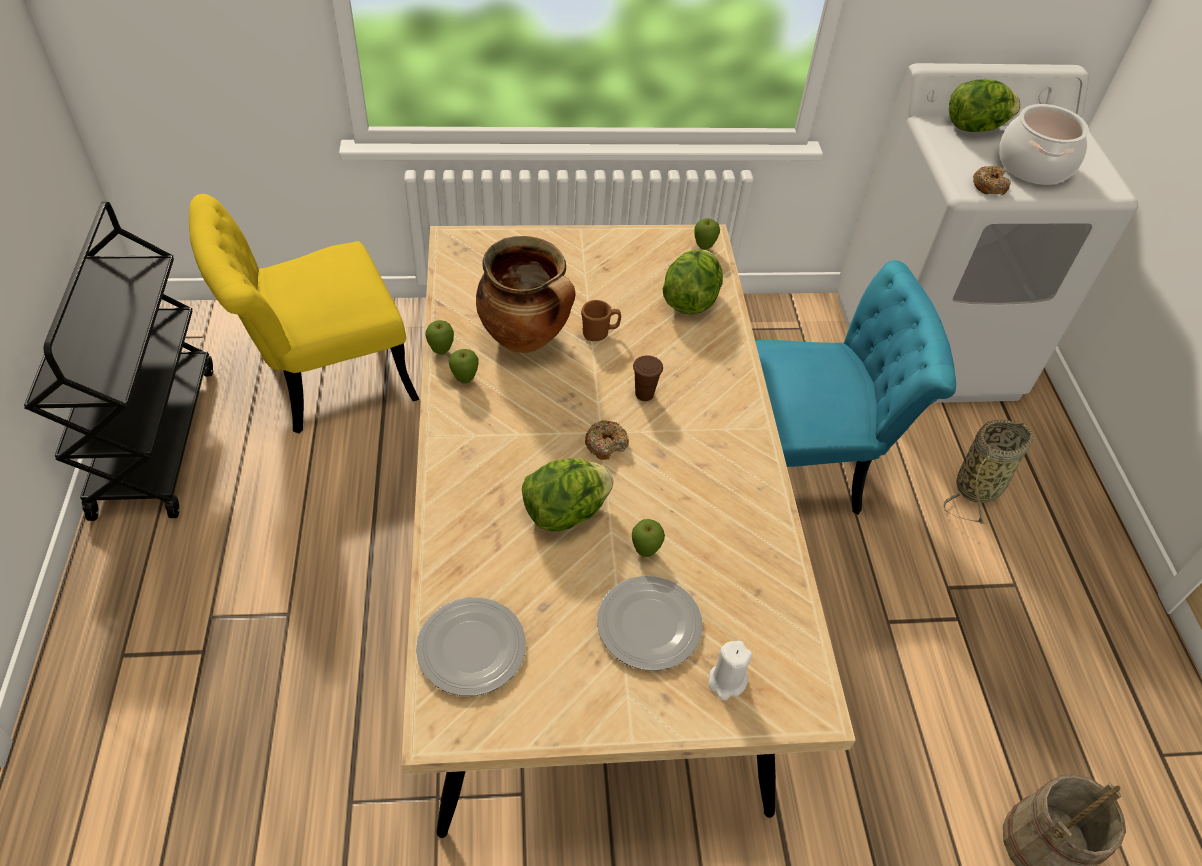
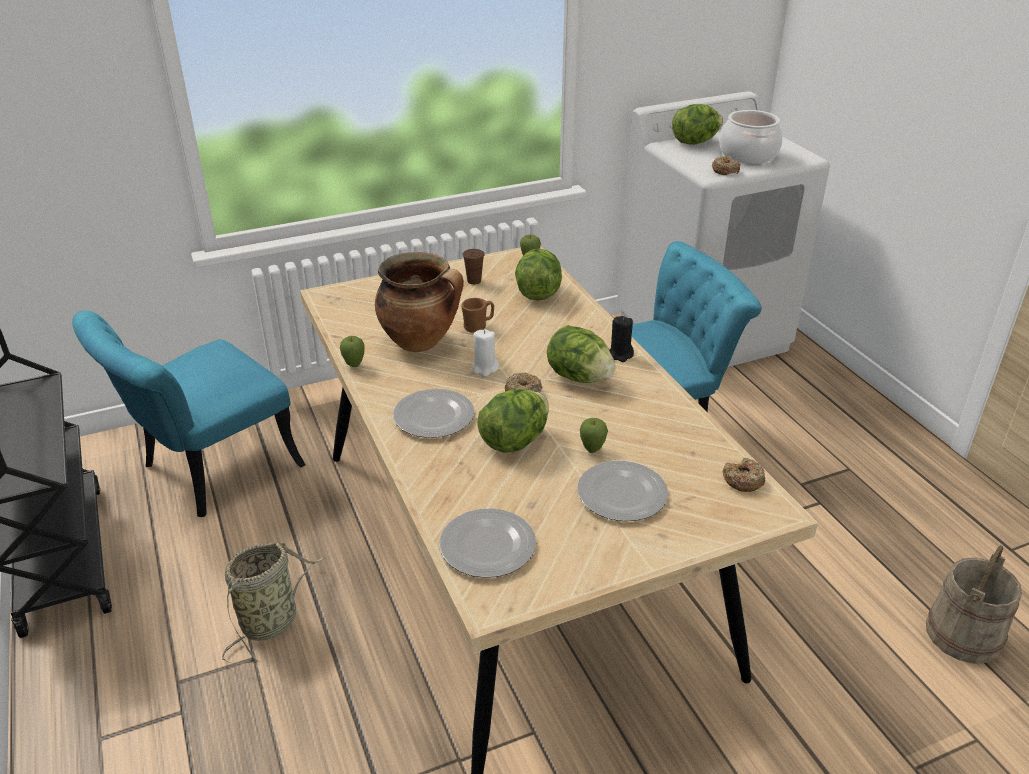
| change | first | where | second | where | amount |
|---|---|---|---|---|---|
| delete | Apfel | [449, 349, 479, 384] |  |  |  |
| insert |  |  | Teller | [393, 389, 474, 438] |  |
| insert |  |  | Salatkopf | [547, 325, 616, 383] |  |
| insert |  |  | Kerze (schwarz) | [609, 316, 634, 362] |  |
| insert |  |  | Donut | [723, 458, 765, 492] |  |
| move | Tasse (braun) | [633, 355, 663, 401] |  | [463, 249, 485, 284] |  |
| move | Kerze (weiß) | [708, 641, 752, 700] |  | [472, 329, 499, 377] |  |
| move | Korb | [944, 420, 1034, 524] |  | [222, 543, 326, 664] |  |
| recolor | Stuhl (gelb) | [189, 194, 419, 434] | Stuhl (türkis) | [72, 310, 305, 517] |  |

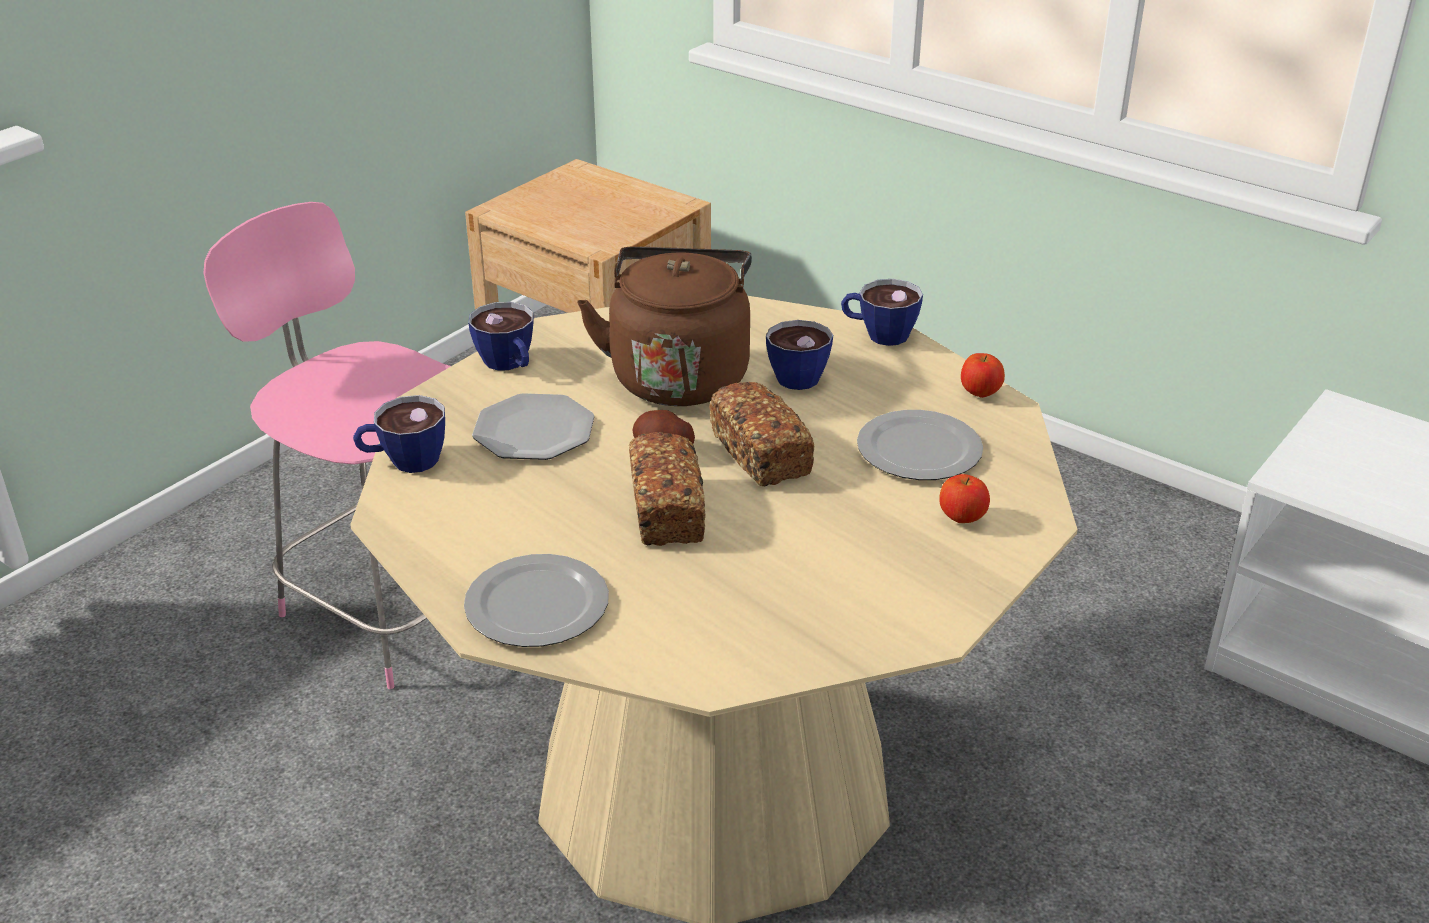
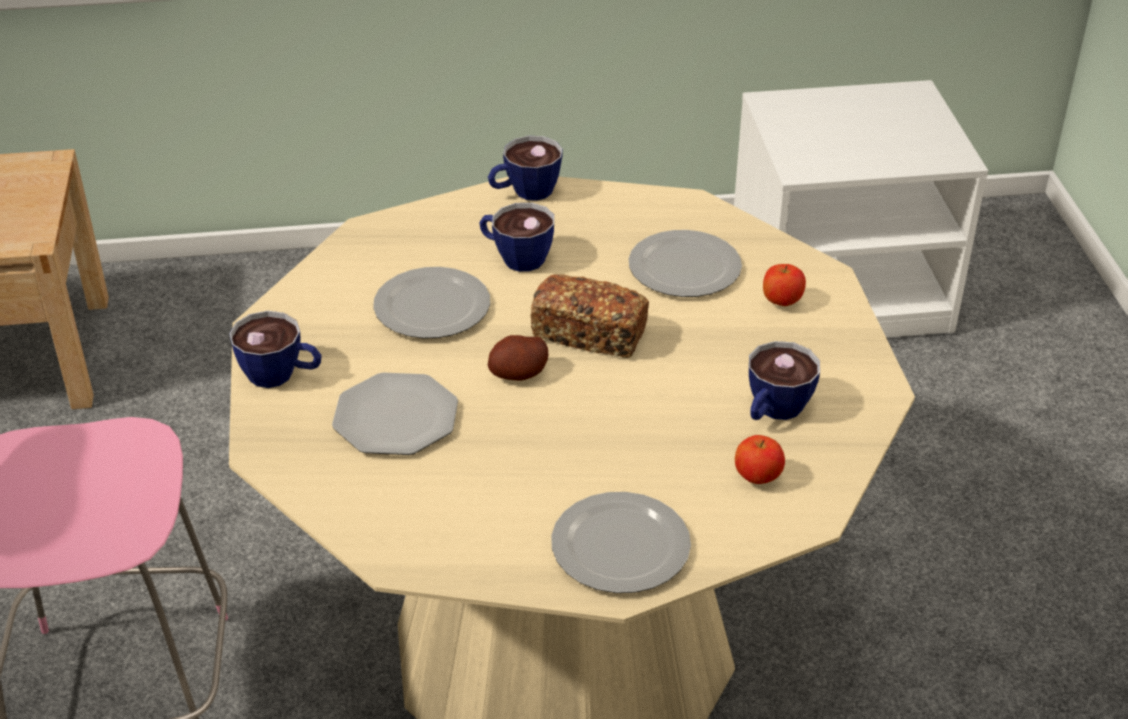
| change | first | where | second | where | amount |
|---|---|---|---|---|---|
| delete | Brot | [629, 432, 706, 546] |  |  |  |
| move | Tasse | [353, 395, 445, 473] |  | [749, 341, 820, 420] |  |
| move | Apfel | [961, 353, 1005, 398] |  | [735, 435, 785, 484] |  |
| replace | Wasserkessel (braun) | [577, 247, 752, 406] | Teller | [373, 267, 490, 339] |  |

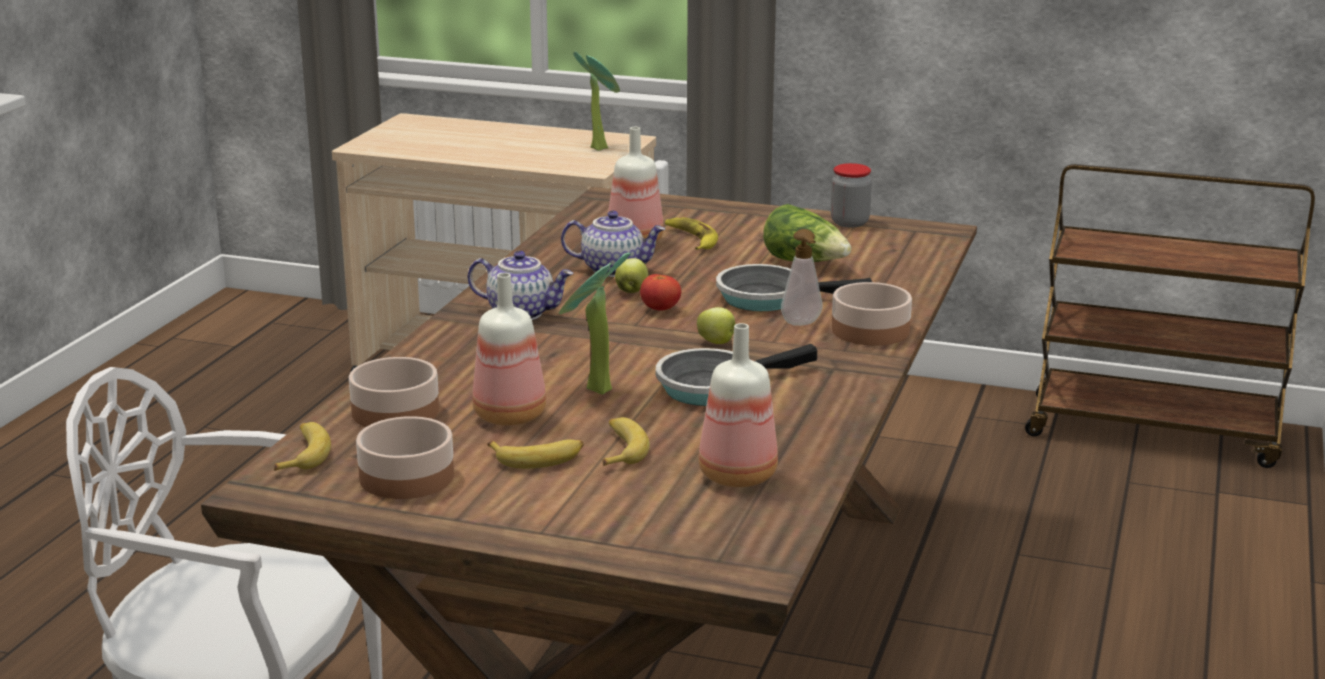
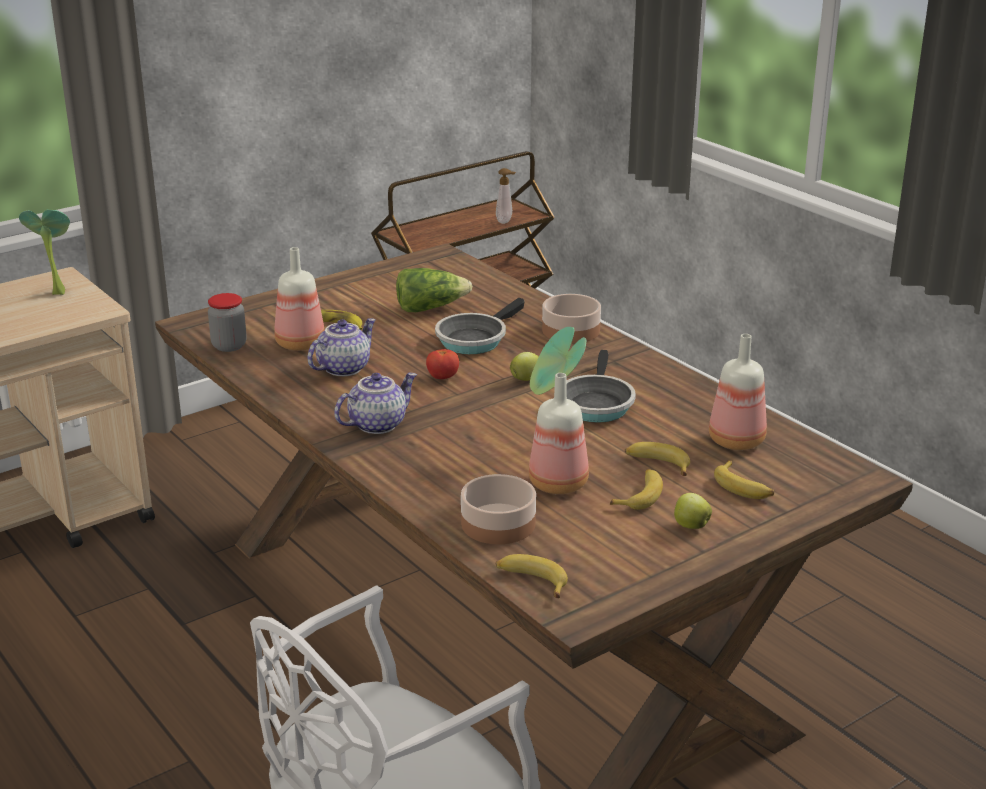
| change | first | where | second | where | amount |
|---|---|---|---|---|---|
| delete | Schüssel | [356, 416, 454, 499] |  |  |  |
| insert |  |  | Banane | [714, 460, 774, 499] |  |
| move | Apfel | [615, 258, 649, 293] |  | [674, 493, 712, 529] |  |
| move | Seifenspender | [781, 229, 822, 326] |  | [496, 168, 516, 224] |  |
| move | Vorratsglas | [831, 163, 872, 227] |  | [208, 293, 247, 352] |  |

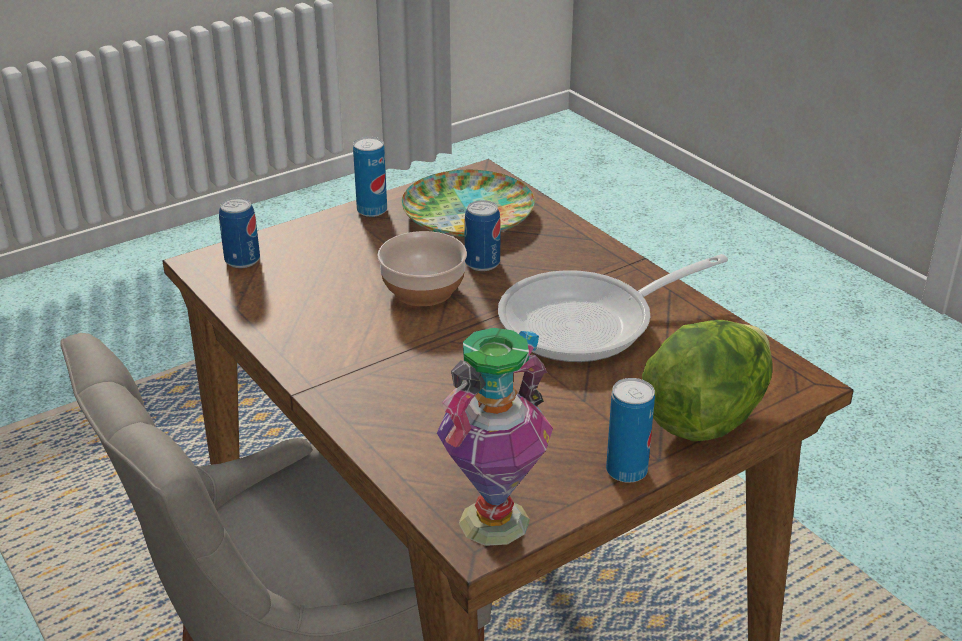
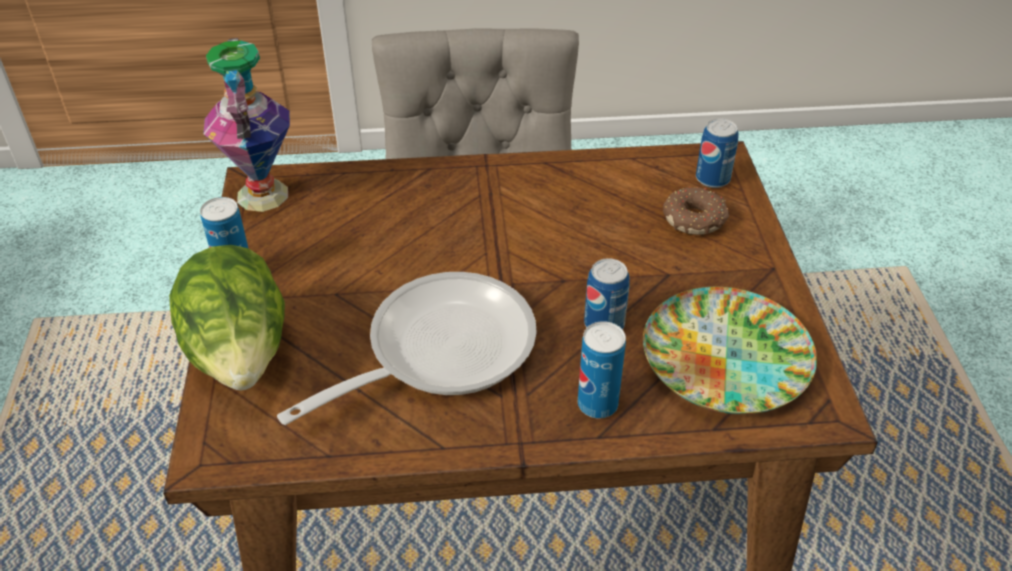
| change | first | where | second | where | amount |
|---|---|---|---|---|---|
| delete | Schüssel | [377, 231, 467, 306] |  |  |  |
| insert |  |  | Donut | [663, 187, 729, 235] |  |
| move | Dose | [353, 137, 387, 217] |  | [578, 321, 626, 418] |  |
| rotate | Pfanne | [498, 254, 728, 362] |  | [277, 272, 537, 425] | 45 degrees clockwise |

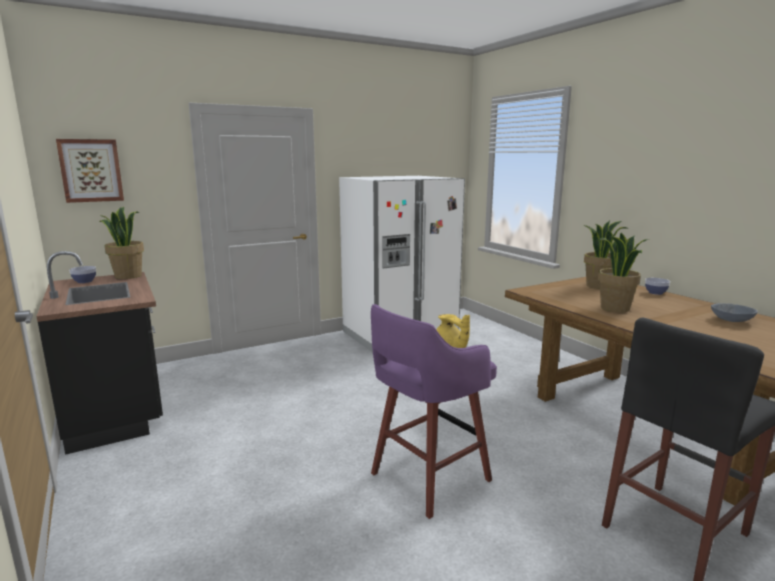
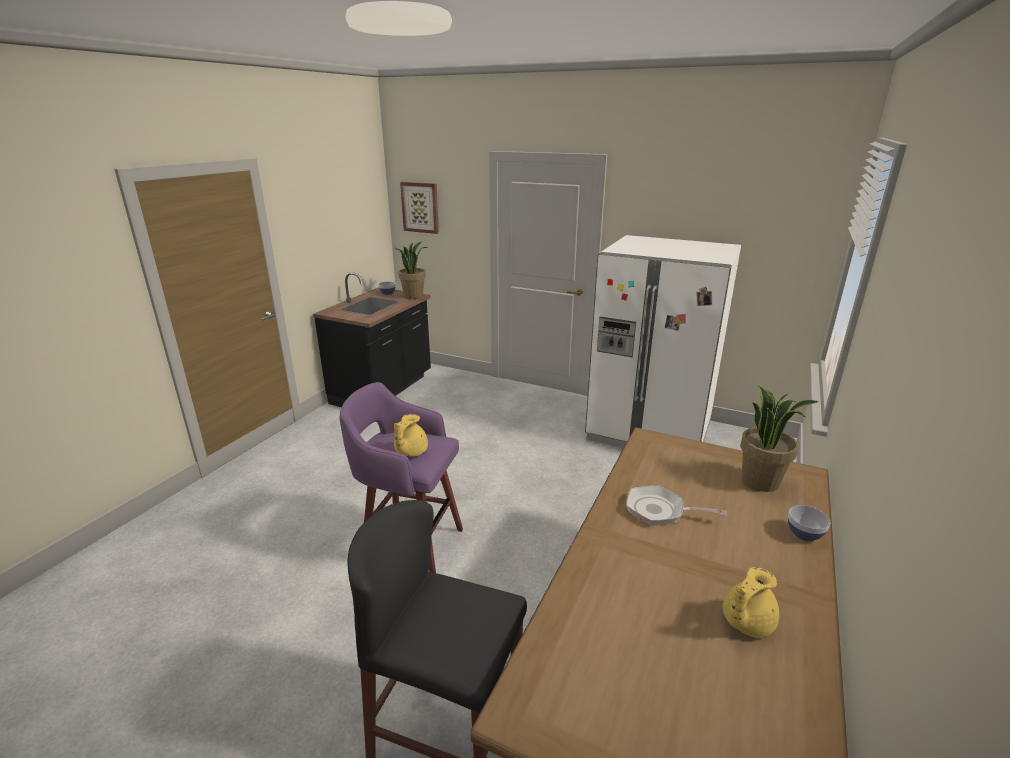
| change | first | where | second | where | amount |
|---|---|---|---|---|---|
| replace | Topfpflanze | [598, 233, 649, 313] | Pfanne | [626, 485, 727, 526] |  |
| replace | Schüssel (grau) | [711, 303, 757, 322] | Teekanne (gelb) | [723, 567, 779, 638] |  |

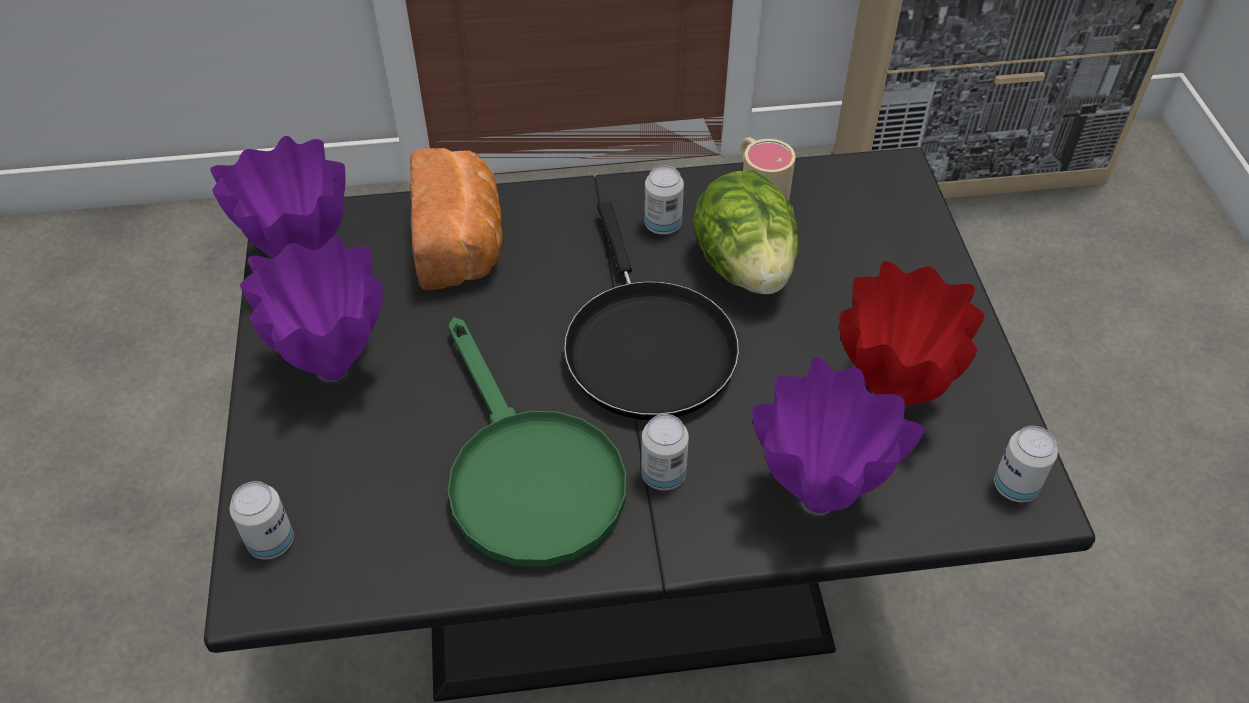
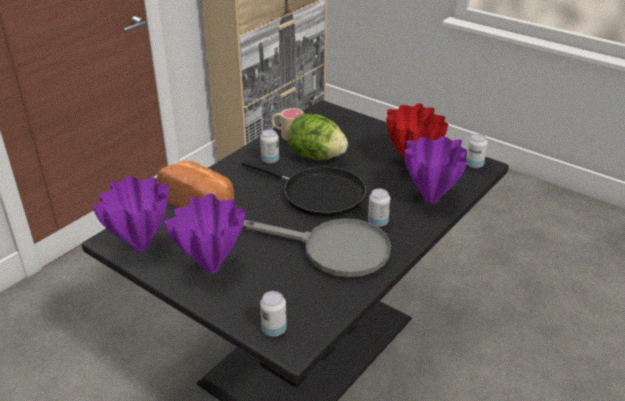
| change | first | where | second | where | amount |
|---|---|---|---|---|---|
| recolor | Pfanne (grün) | [448, 317, 626, 567] | Pfanne (grau) | [243, 218, 391, 278] |  |

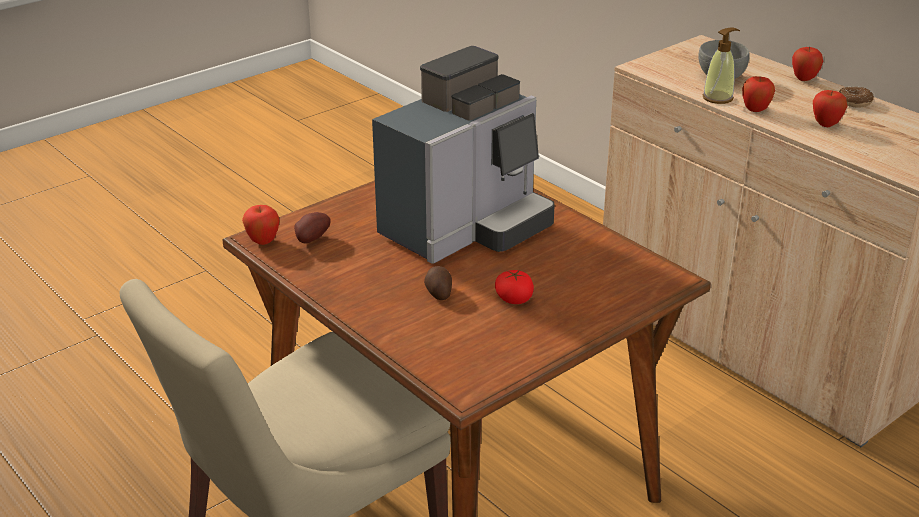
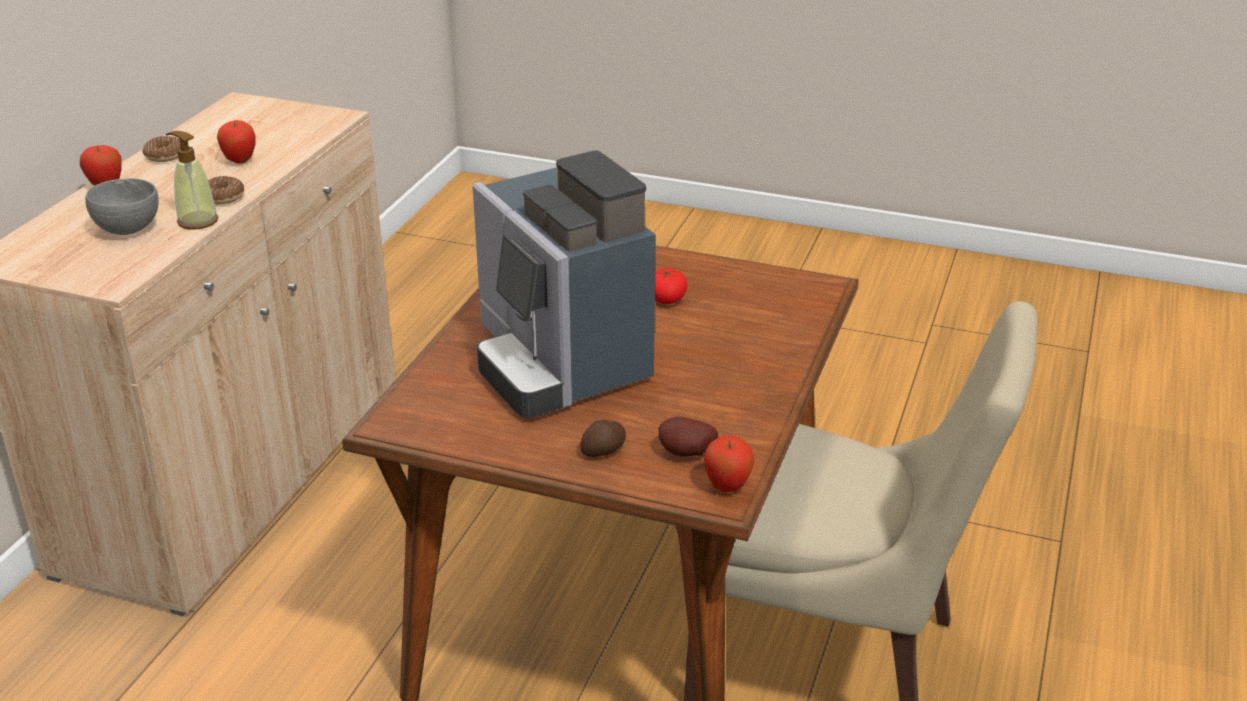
| change | first | where | second | where | amount |
|---|---|---|---|---|---|
| move | Kartoffel | [424, 266, 452, 300] |  | [580, 420, 626, 457] |  |
| replace | Apfel | [742, 76, 775, 112] | Donut | [208, 176, 244, 205] |  |
| rotate | Kaffeemaschine | [372, 46, 555, 264] |  | [473, 150, 656, 417] | 135 degrees counterclockwise |

